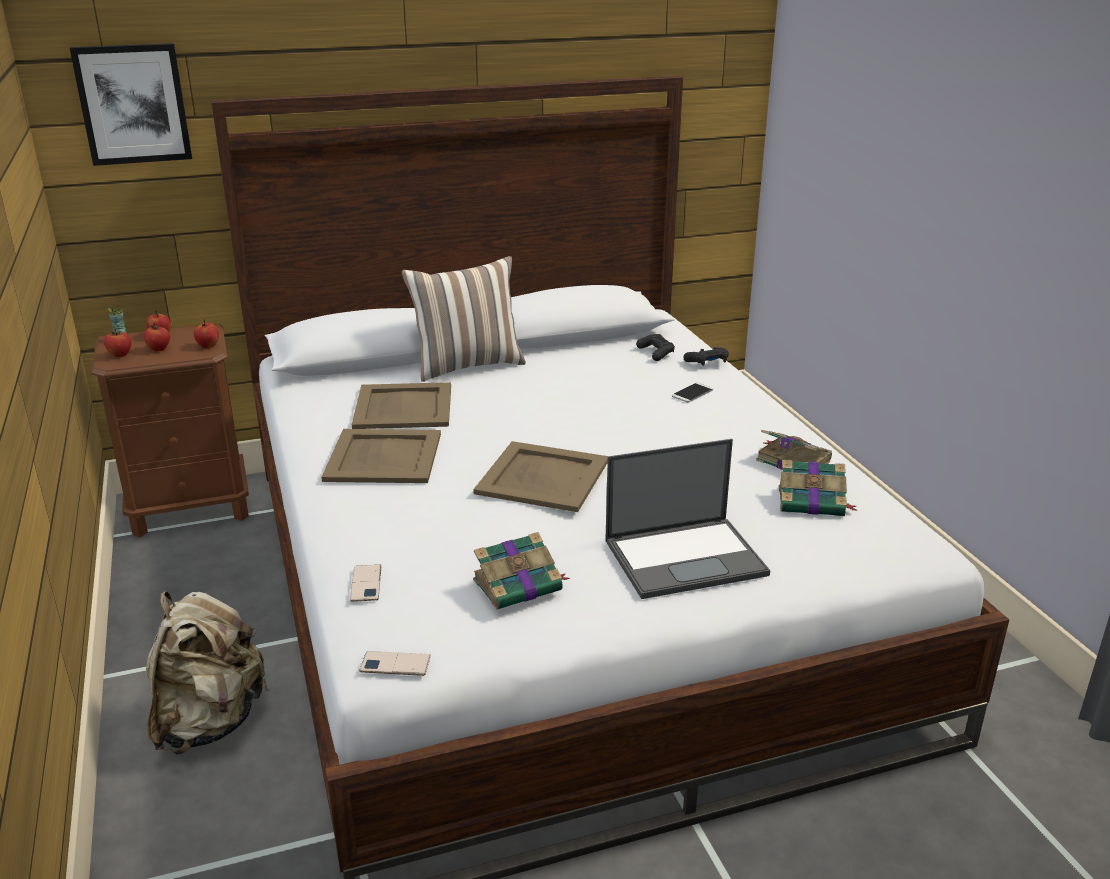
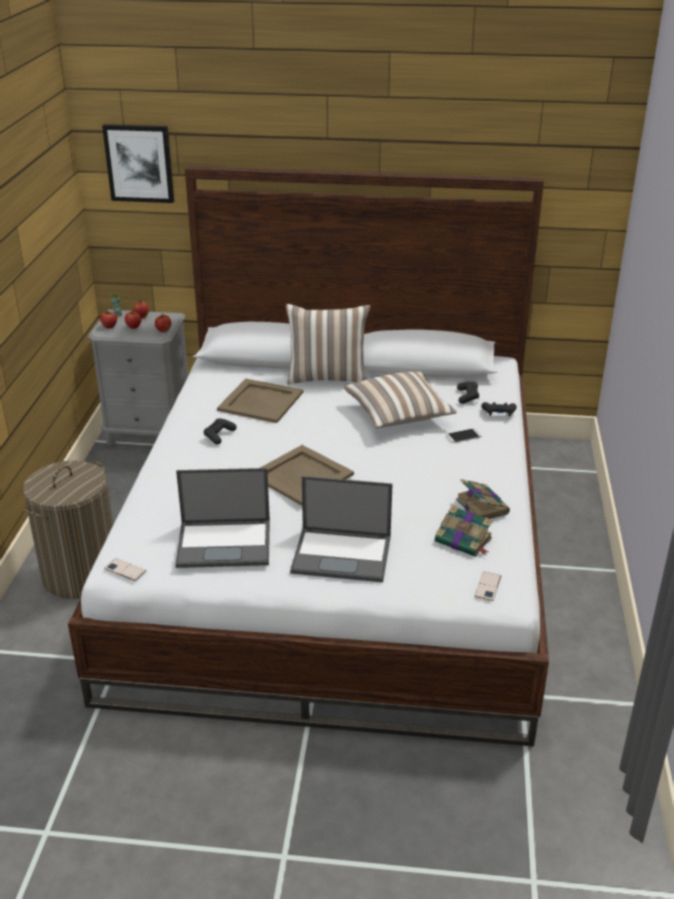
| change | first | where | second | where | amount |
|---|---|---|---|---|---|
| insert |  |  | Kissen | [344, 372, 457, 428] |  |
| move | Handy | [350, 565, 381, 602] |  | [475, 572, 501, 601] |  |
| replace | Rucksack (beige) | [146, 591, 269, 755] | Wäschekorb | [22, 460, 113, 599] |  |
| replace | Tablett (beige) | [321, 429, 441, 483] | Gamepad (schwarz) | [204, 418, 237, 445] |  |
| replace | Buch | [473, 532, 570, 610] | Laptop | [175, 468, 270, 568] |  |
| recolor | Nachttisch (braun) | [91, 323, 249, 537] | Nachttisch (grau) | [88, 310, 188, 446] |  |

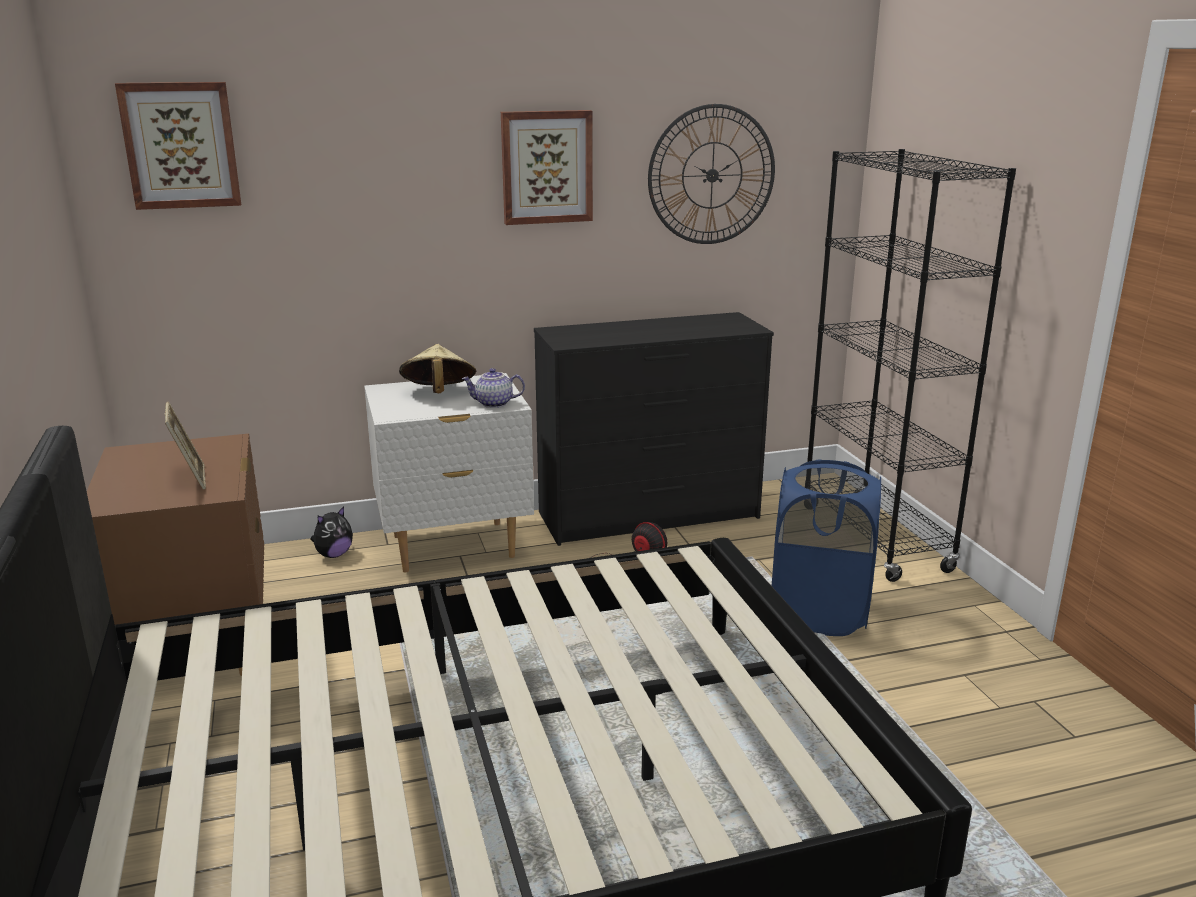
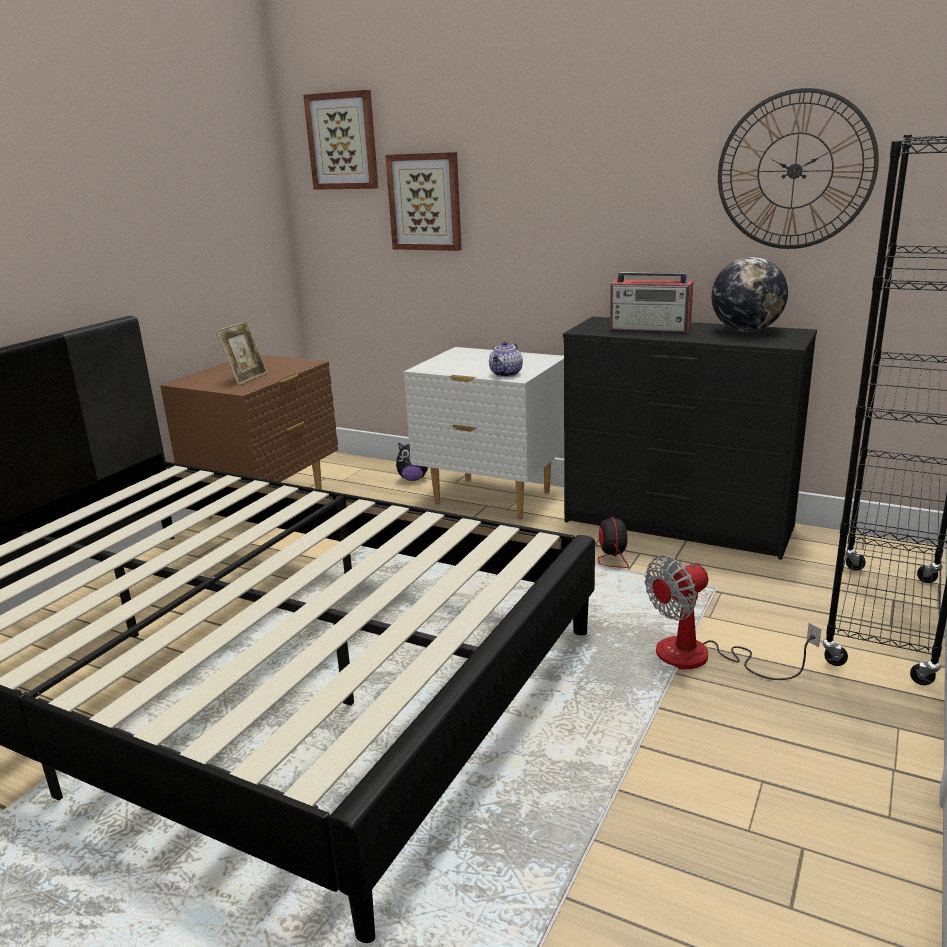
| change | first | where | second | where | amount |
|---|---|---|---|---|---|
| delete | Hut (beige) | [399, 344, 476, 393] |  |  |  |
| insert |  |  | Radio | [610, 272, 693, 332] |  |
| insert |  |  | Globus | [712, 257, 788, 332] |  |
| move | Bild | [501, 110, 593, 225] |  | [385, 152, 462, 251] |  |
| replace | Wäschekorb (blau) | [772, 460, 881, 636] | Ventilator | [644, 556, 821, 680] |  |
| rotate | Teekanne | [462, 368, 525, 408] |  | [489, 341, 523, 377] | 105 degrees counterclockwise |

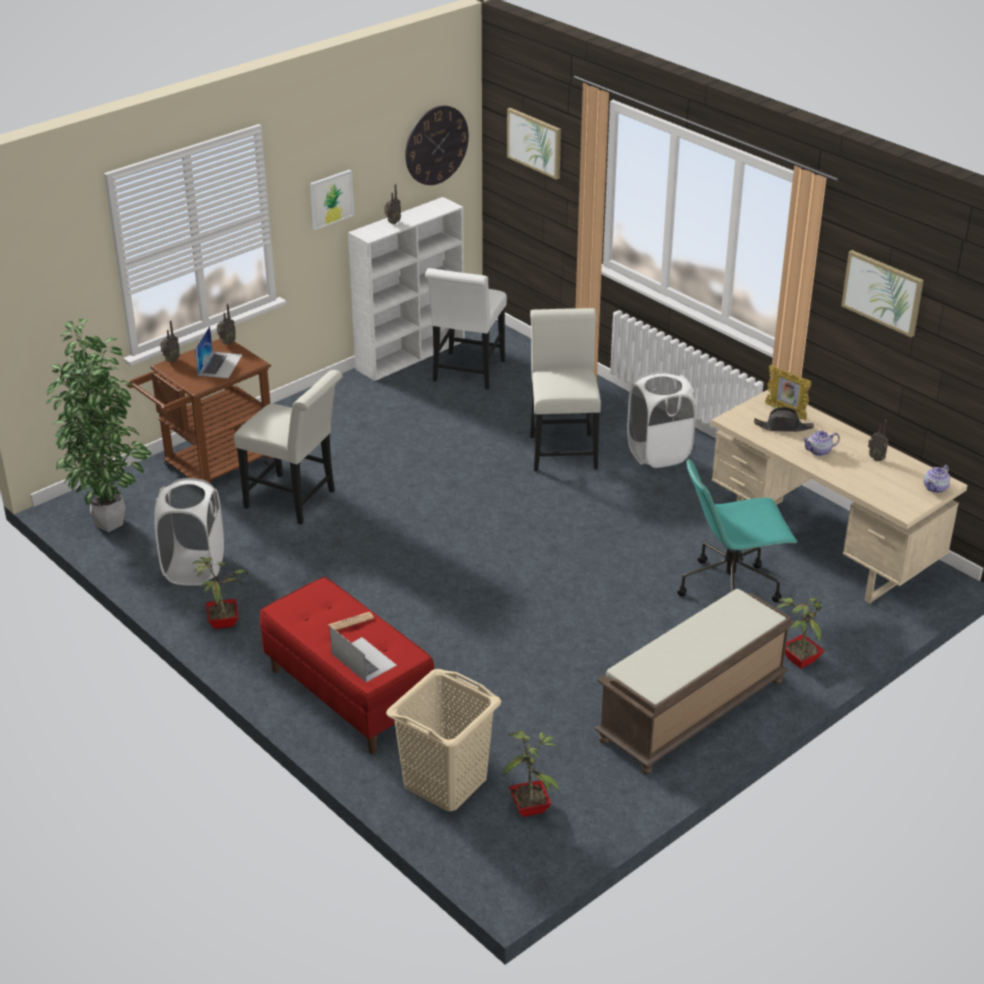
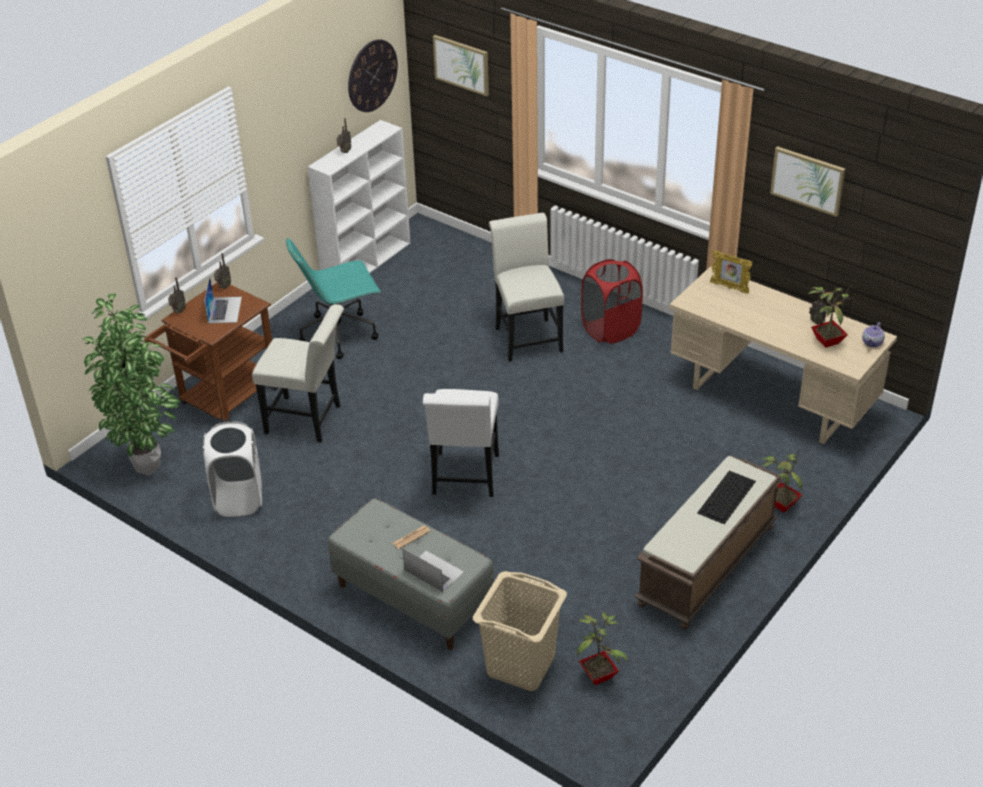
| change | first | where | second | where | amount |
|---|---|---|---|---|---|
| delete | Bild | [310, 170, 354, 230] |  |  |  |
| delete | Hut (schwarz) | [754, 407, 814, 432] |  |  |  |
| delete | Teekanne | [802, 431, 840, 456] |  |  |  |
| insert |  |  | Tastatur | [697, 471, 756, 524] |  |
| move | Topfpflanze | [192, 557, 248, 629] |  | [807, 285, 852, 348] |  |
| move | Stuhl (weiß) | [425, 268, 507, 389] |  | [423, 389, 499, 497] |  |
| move | Bürostuhl (türkis) | [677, 458, 797, 602] |  | [286, 238, 381, 359] |  |
| recolor | Bank (rot) | [260, 577, 434, 754] | Bank (grau) | [328, 498, 494, 650] |  |
| recolor | Wäschekorb (weiß) | [627, 371, 696, 468] | Wäschekorb (rot) | [581, 259, 643, 344] |  |

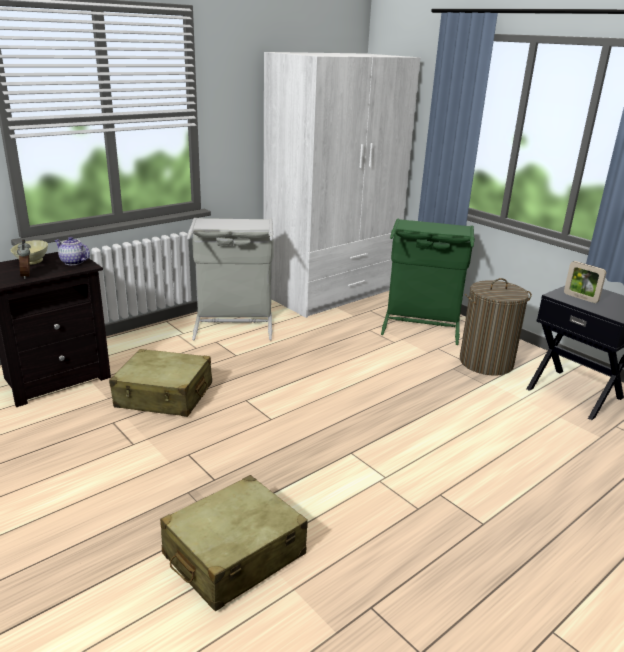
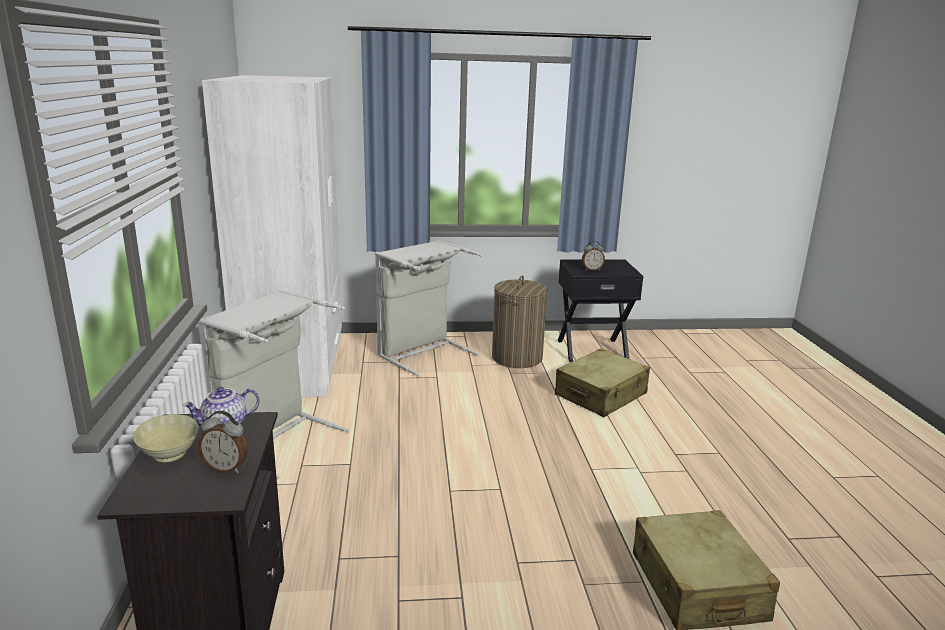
| change | first | where | second | where | amount |
|---|---|---|---|---|---|
| move | Koffer (beige) | [109, 349, 212, 417] |  | [555, 348, 650, 417] |  |
| replace | Bilderrahmen | [564, 261, 606, 303] | Wecker | [582, 241, 605, 271] |  |
| recolor | Wäschekorb (grün) | [381, 218, 475, 345] | Wäschekorb (grau) | [375, 240, 482, 377] |  |

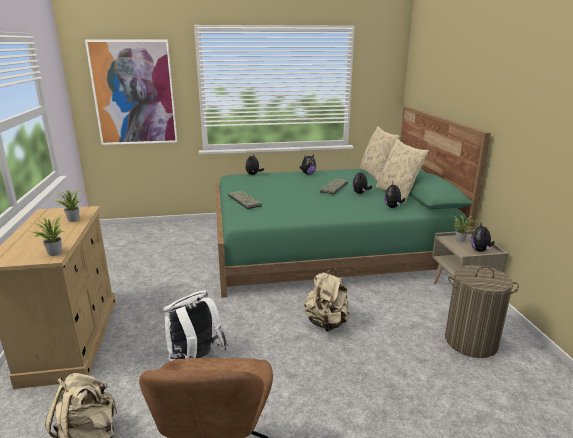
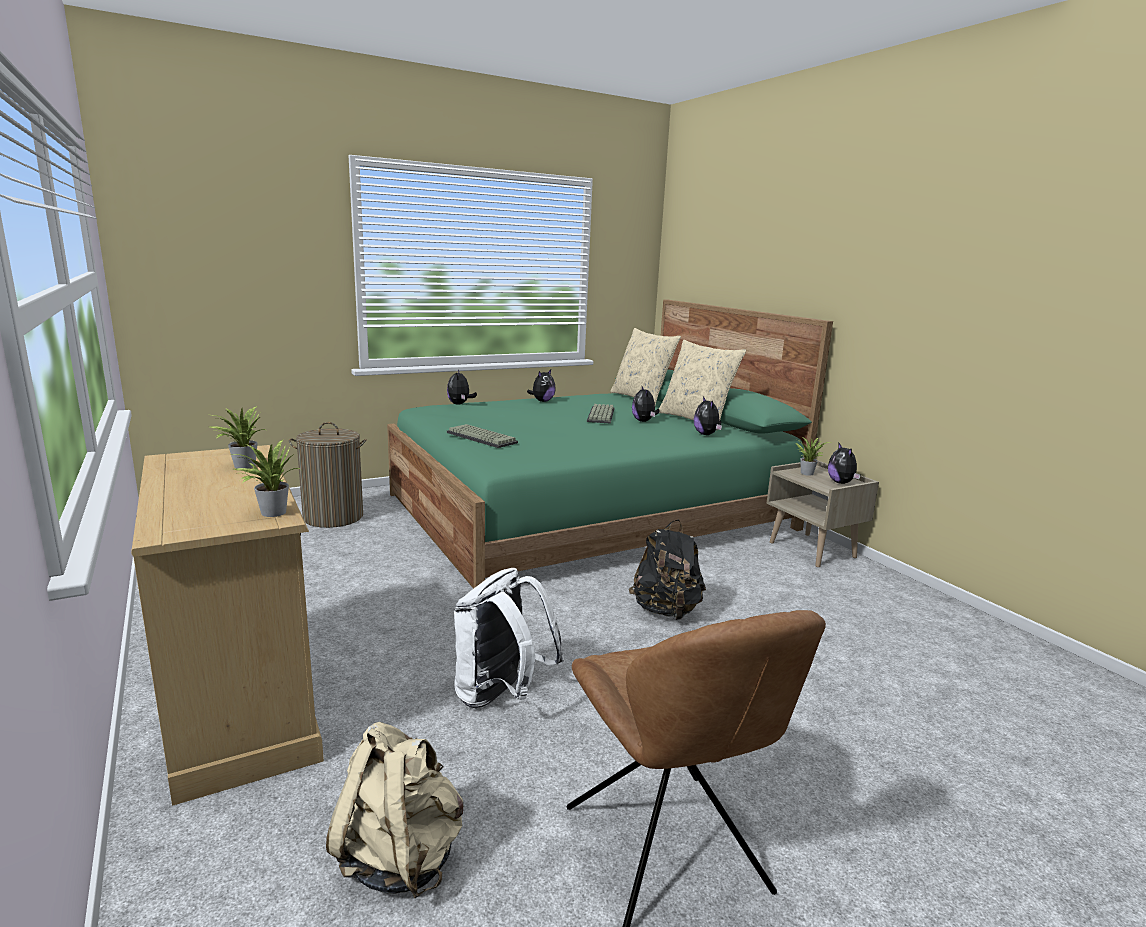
| change | first | where | second | where | amount |
|---|---|---|---|---|---|
| delete | Bild | [85, 40, 177, 145] |  |  |  |
| move | Wäschekorb | [445, 265, 519, 358] |  | [289, 422, 367, 528] |  |
| recolor | Rucksack (beige) | [305, 268, 350, 331] | Rucksack (schwarz) | [629, 520, 706, 620] |  |

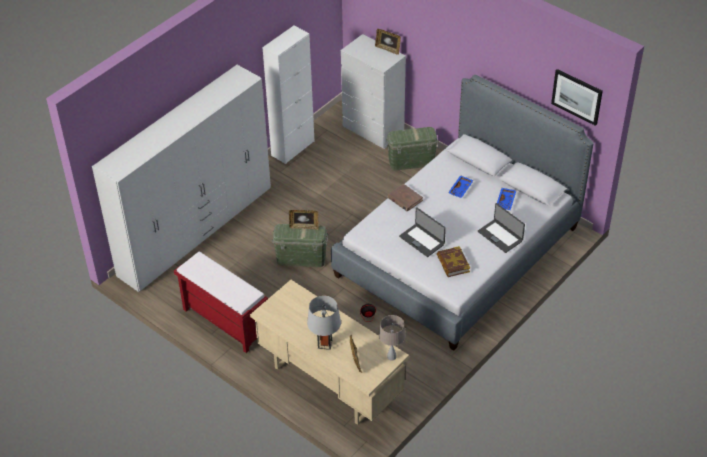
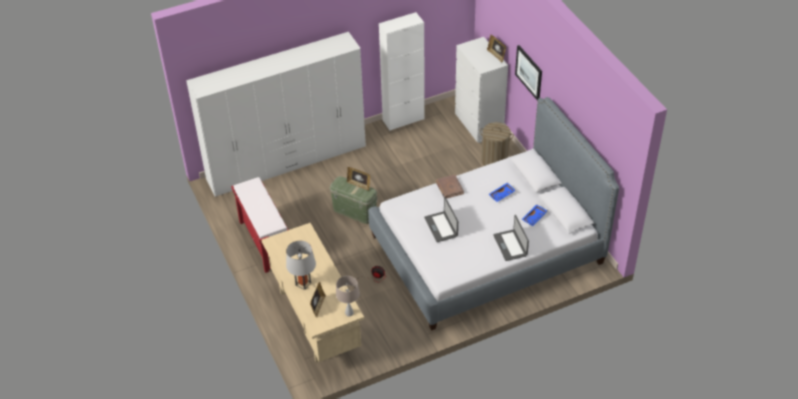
| change | first | where | second | where | amount |
|---|---|---|---|---|---|
| delete | Buch | [437, 246, 470, 277] |  |  |  |
| move | Bild | [551, 69, 603, 126] |  | [515, 45, 542, 101] |  |
| replace | Aufbewahrungsbox (grün) | [386, 127, 439, 171] | Wäschekorb | [480, 122, 514, 166] |  |

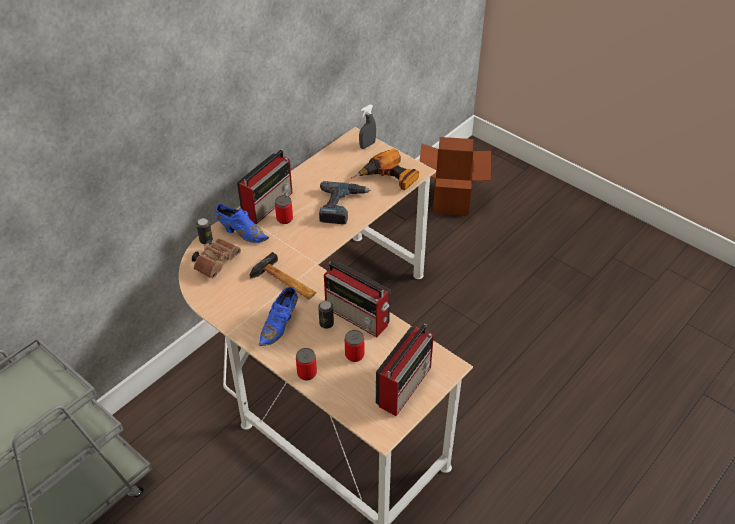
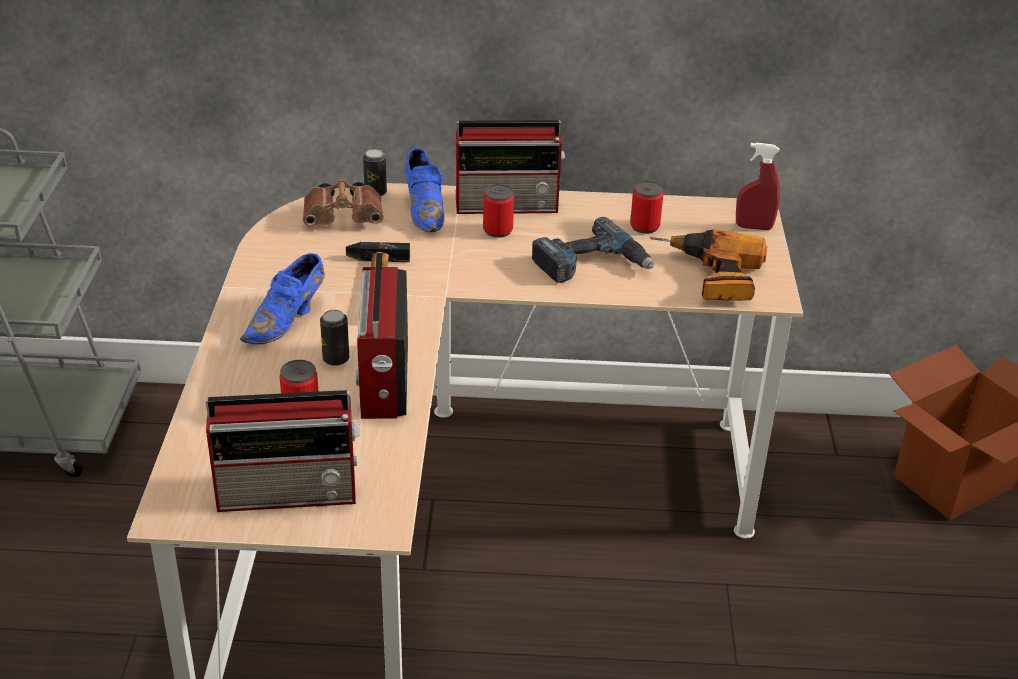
| change | first | where | second | where | amount |
|---|---|---|---|---|---|
| move | Dose | [296, 348, 317, 381] |  | [630, 181, 663, 234] |  |
| recolor | Sprühflasche (grau) | [359, 105, 376, 149] | Sprühflasche (rot) | [736, 143, 780, 230] |  |
| rotate | Schuh (blau) | [259, 287, 298, 346] |  | [240, 253, 325, 344] | 45 degrees counterclockwise |

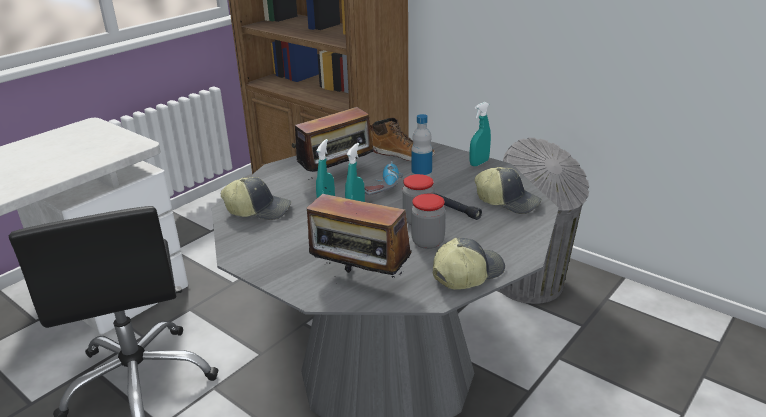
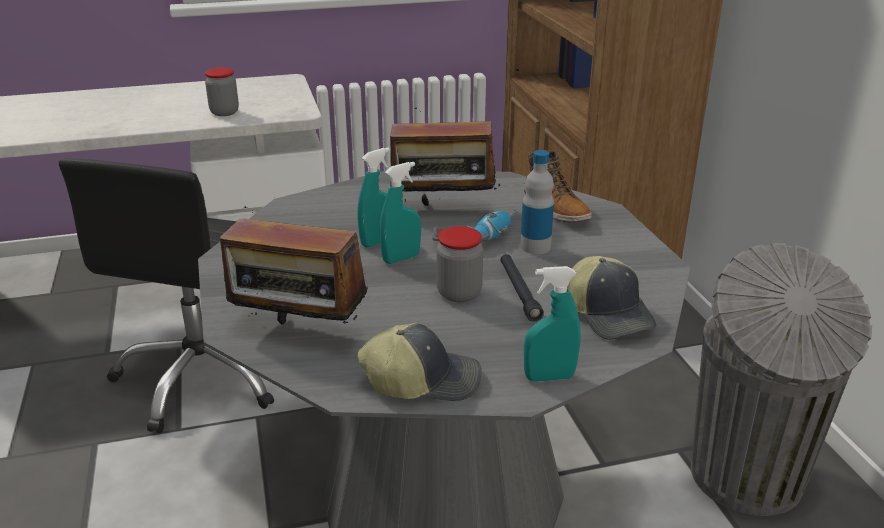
| change | first | where | second | where | amount |
|---|---|---|---|---|---|
| delete | Kappe | [221, 177, 291, 220] |  |  |  |
| move | Vorratsglas | [411, 194, 446, 249] |  | [205, 68, 239, 116] |  |
| move | Sprühflasche (türkis) | [469, 102, 491, 167] |  | [524, 266, 581, 382] |  |
| rotate | Radio | [307, 187, 412, 278] |  | [220, 206, 368, 328] | 45 degrees counterclockwise |

